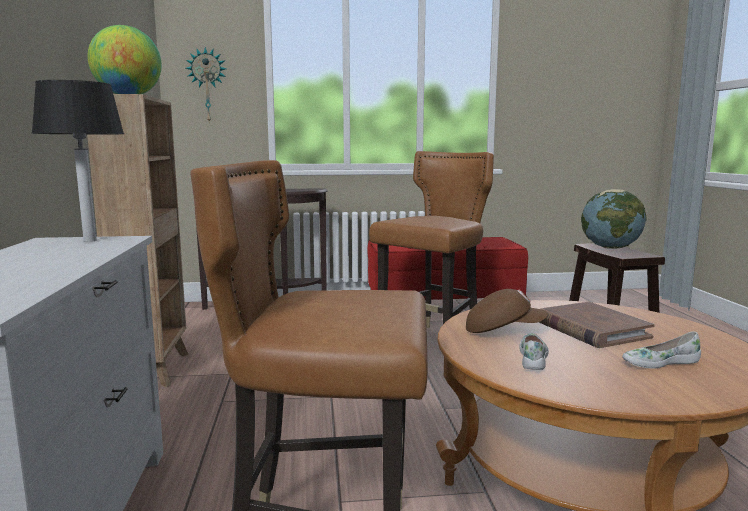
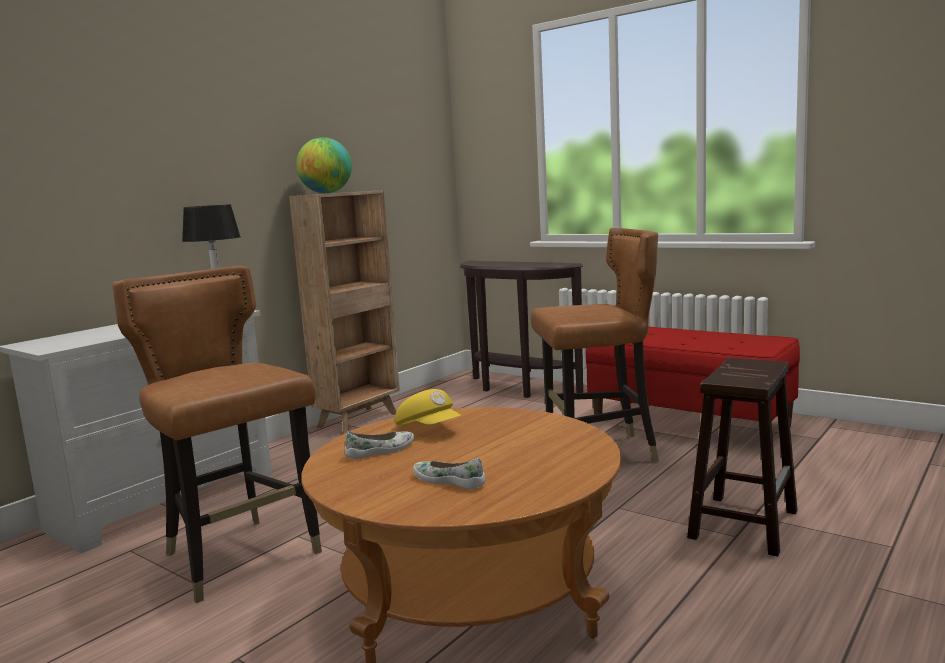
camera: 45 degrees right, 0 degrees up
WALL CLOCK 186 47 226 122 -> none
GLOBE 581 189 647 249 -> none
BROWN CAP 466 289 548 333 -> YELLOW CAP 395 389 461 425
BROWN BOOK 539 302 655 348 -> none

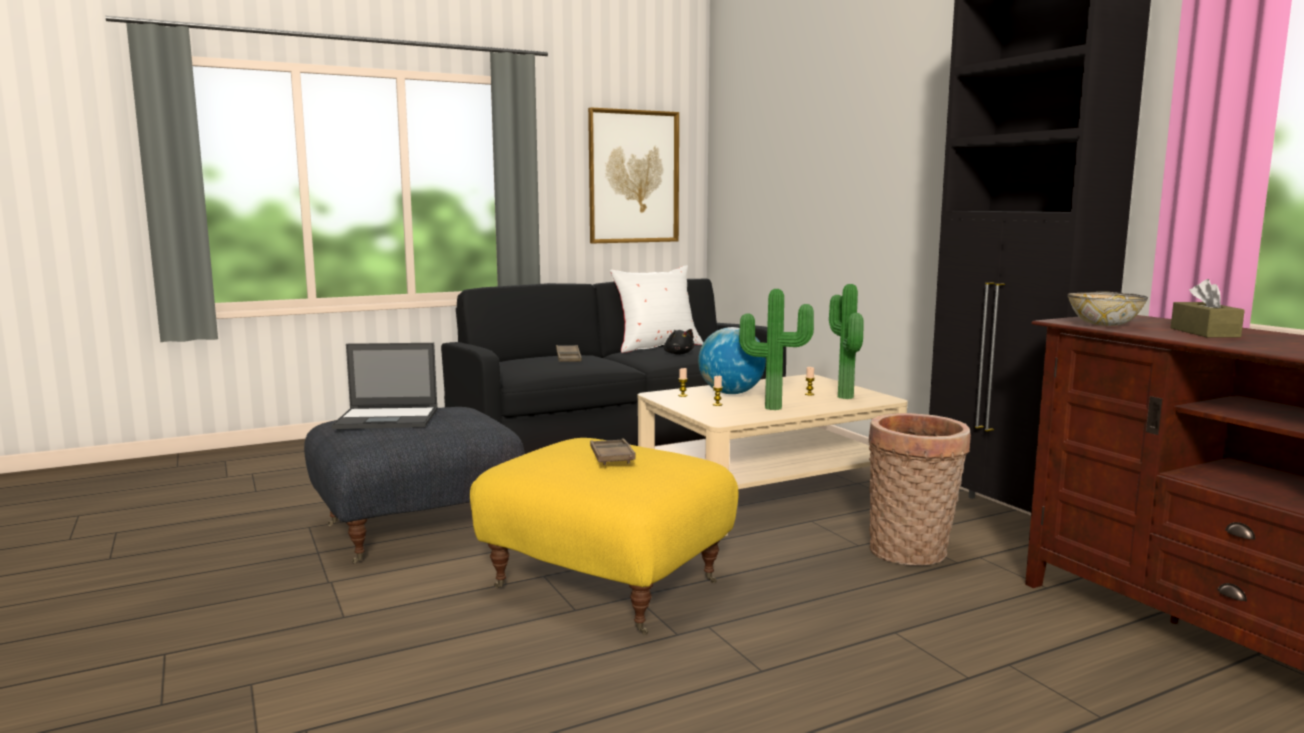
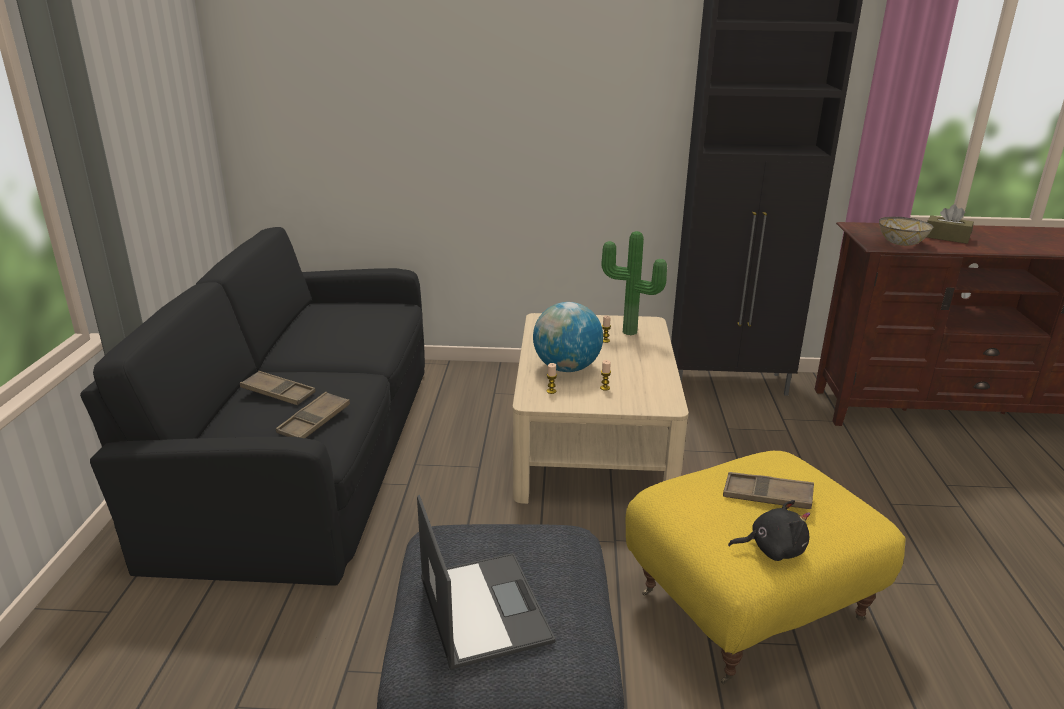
camera: 60 degrees left, 15 degrees up
PICTURE 588 107 679 243 -> none
WHITE PILLOW 610 265 703 353 -> none
POTTED PLANT 739 289 814 410 -> none
BLACK PLUSH TOY 664 329 694 355 -> BLACK PLUSH TOY 728 500 810 561, moved
LAPTOP 332 343 438 429 -> LAPTOP 417 495 555 670, 45 degrees counterclockwise
BASKET 869 413 971 566 -> none
none -> BROWN TRAY 276 392 350 438

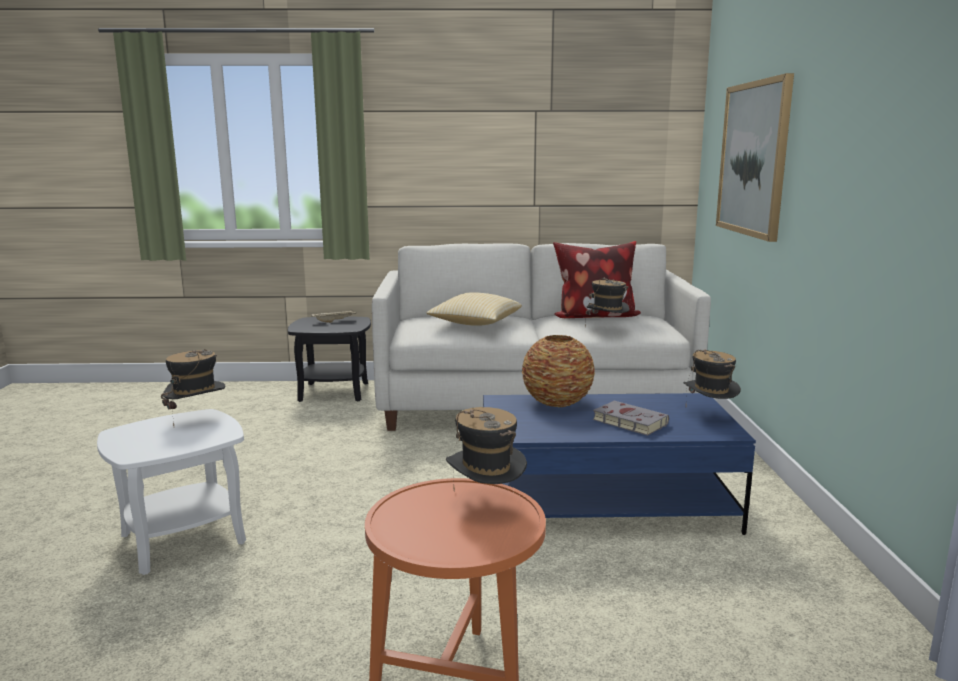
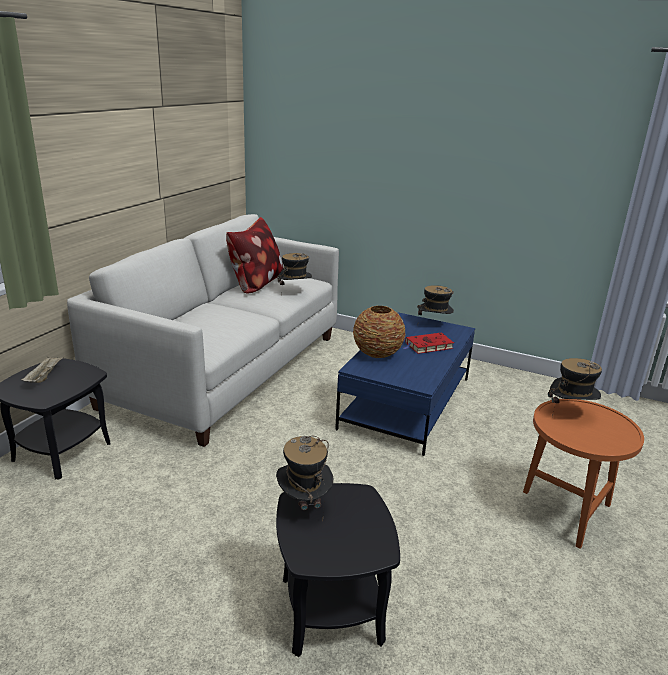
camera: 65 degrees left, 10 degrees up
PICTURE 716 73 794 242 -> none
PILLOW 427 292 522 326 -> none
GREY BOOK 593 401 669 436 -> RED BOOK 404 333 454 354
WHITE SIDE TABLE 97 409 246 575 -> BLACK SIDE TABLE 276 483 400 657

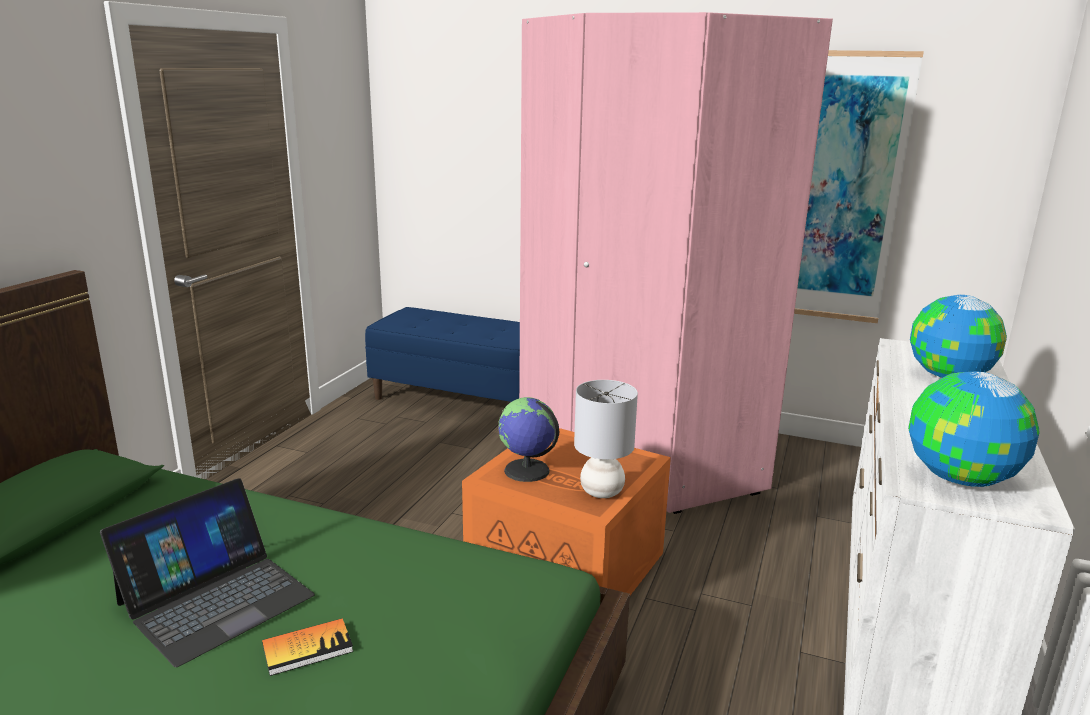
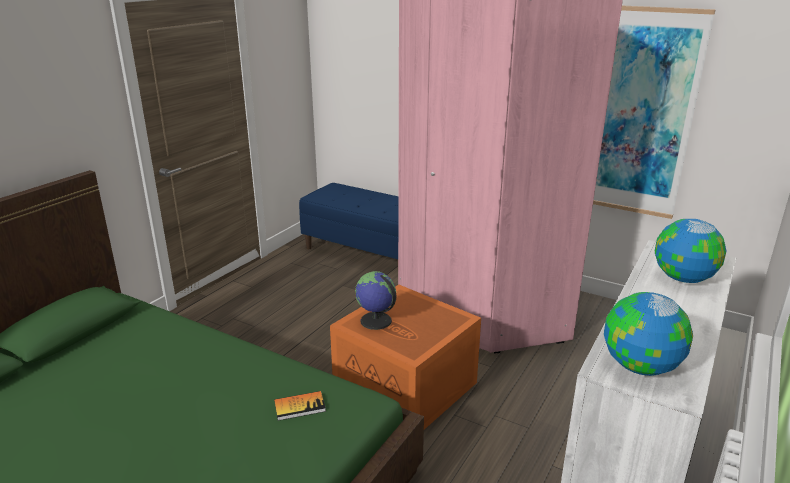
camera: 10 degrees right, 5 degrees up
GREY TABLE LAMP 574 380 638 498 -> none
LAPTOP 100 478 315 667 -> none
BOOK 262 618 353 676 -> BOOK 274 391 326 421, moved

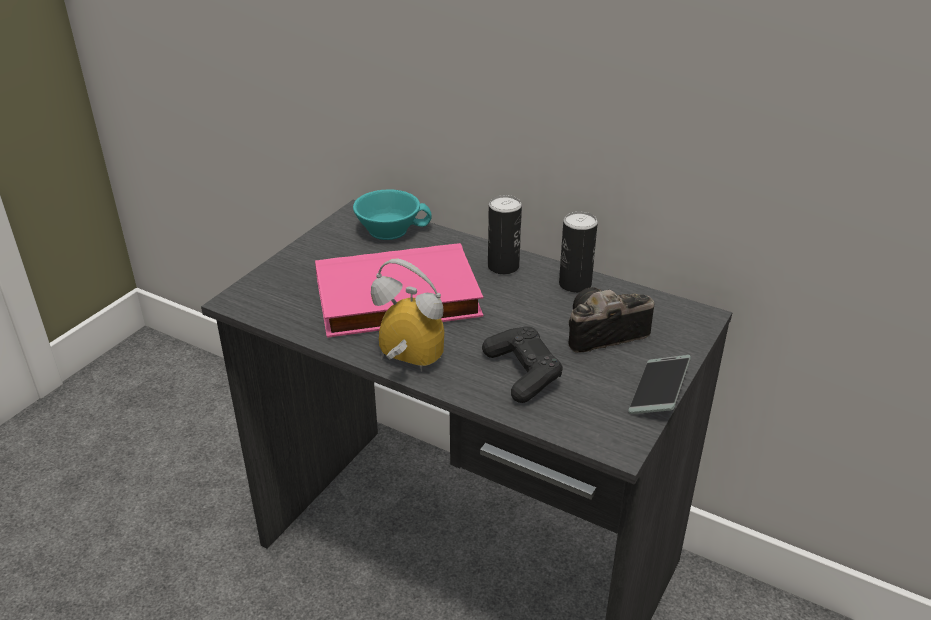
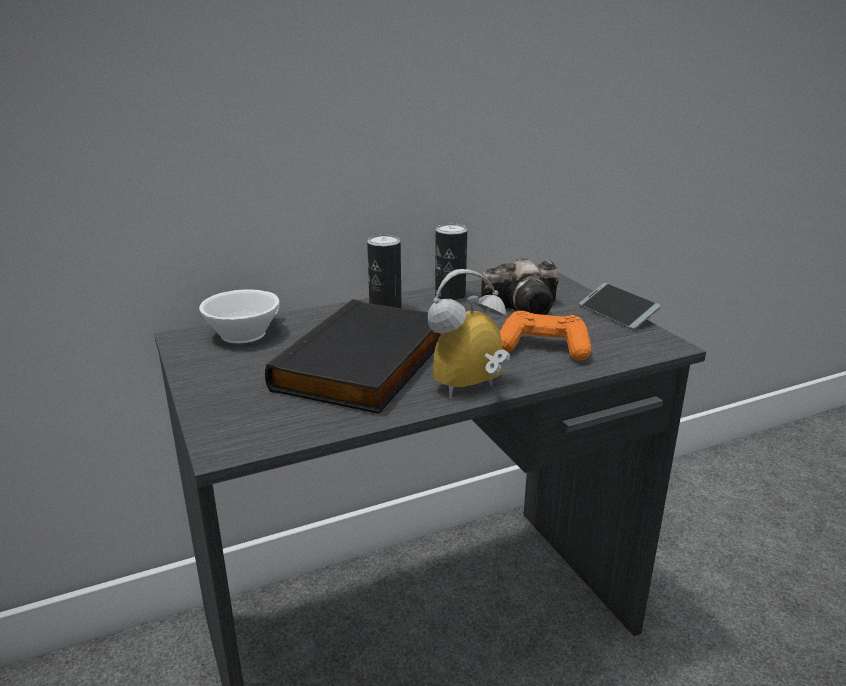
camera: 55 degrees left, 10 degrees down
TURQUOISE CUP 353 189 432 240 -> WHITE CUP 199 289 280 344
PINK BOOK 315 243 483 338 -> BLACK BOOK 265 299 441 414
PHOTO CAMERA 569 287 654 353 -> PHOTO CAMERA 481 258 559 315, 120 degrees counterclockwise
BLACK GAME CONTROLLER 482 326 563 403 -> ORANGE GAME CONTROLLER 500 311 591 361

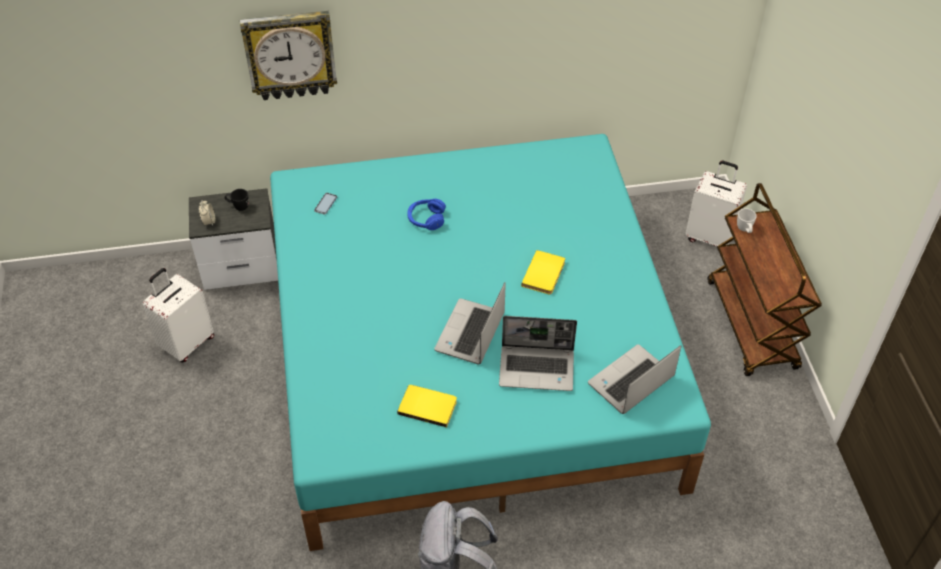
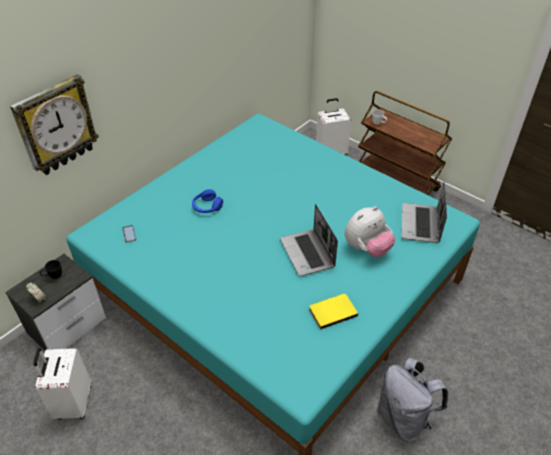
camera: 40 degrees left, 5 degrees down
YELLOW BOOK 521 250 565 295 -> none
LAPTOP 499 316 577 391 -> PLUSH TOY 345 206 395 257

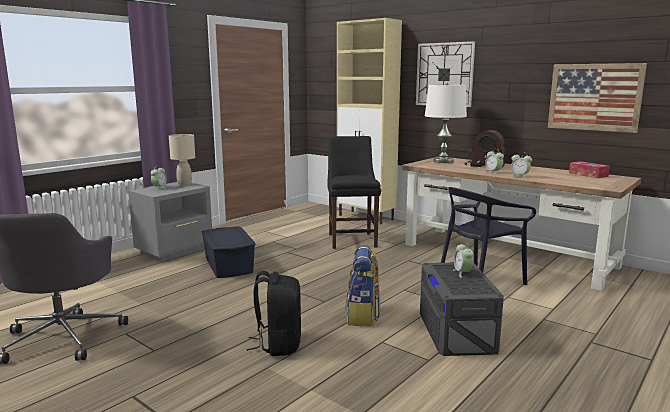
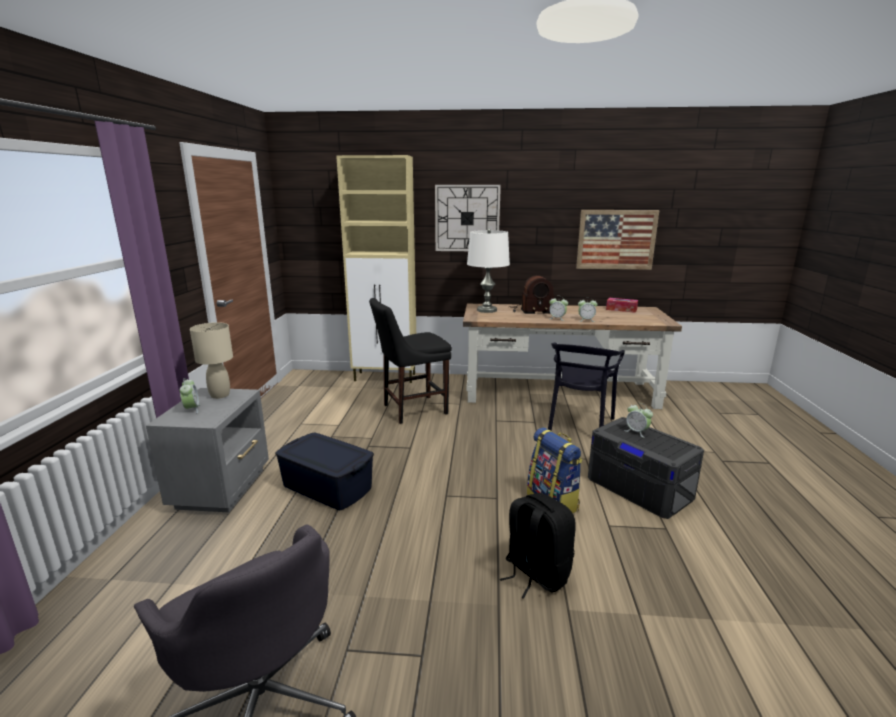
camera: 35 degrees left, 5 degrees up
BLACK CHAIR 327 136 381 249 -> BLACK CHAIR 369 298 452 424, 75 degrees counterclockwise

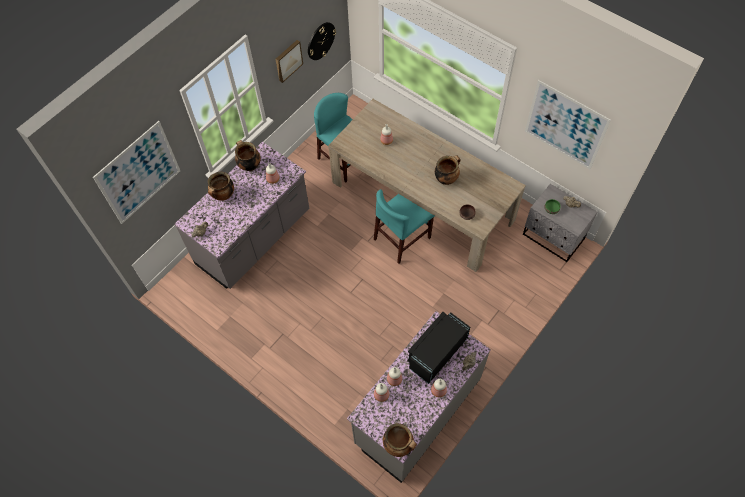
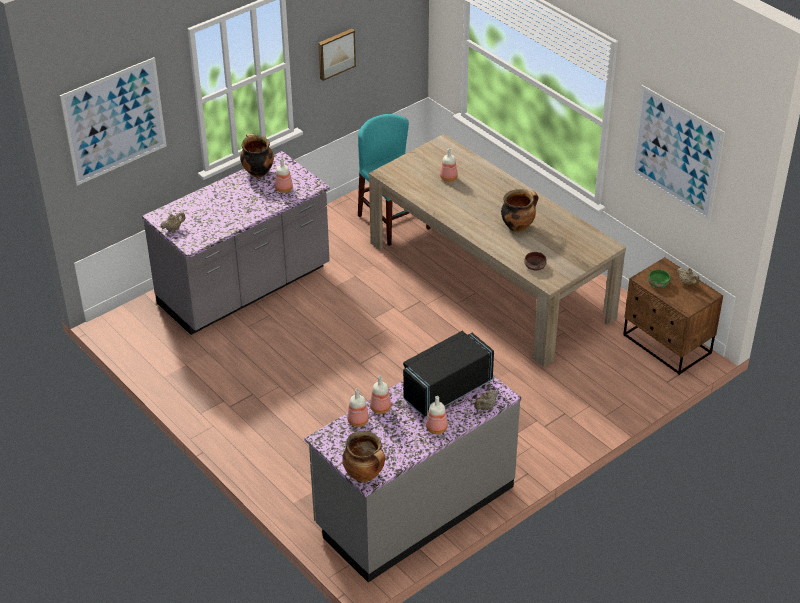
camera: 10 degrees right, 20 degrees down
WALL CLOCK 308 22 336 60 -> none
COOKING POT 208 172 234 201 -> none
GREY NIGHTSTAND 523 184 597 262 -> BROWN NIGHTSTAND 623 257 723 375
TURQUOISE CHAIR 374 190 434 264 -> none

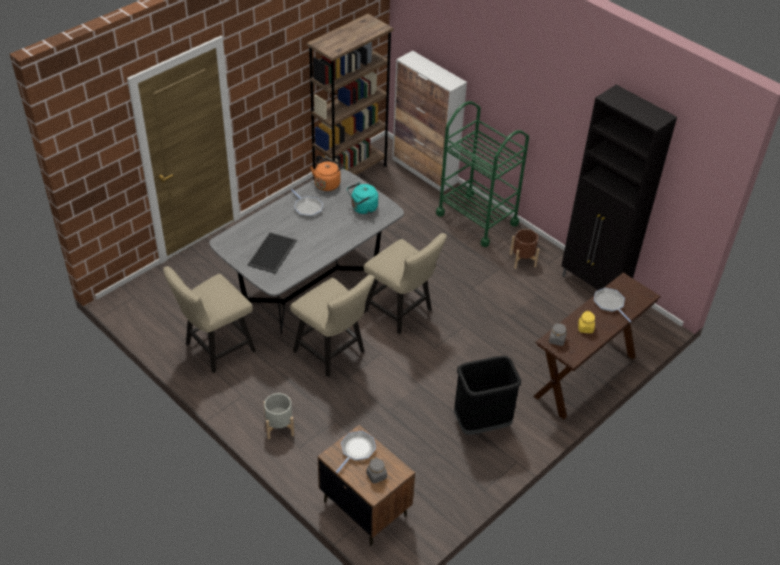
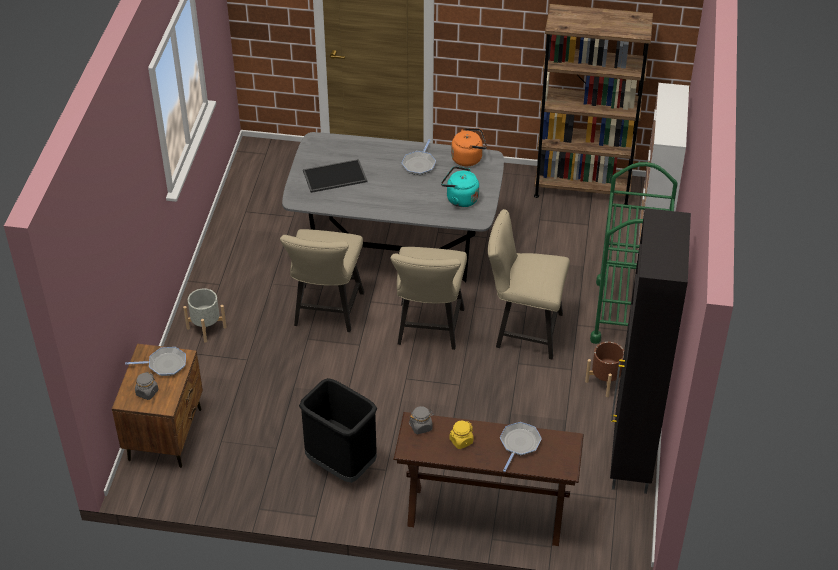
camera: 55 degrees right, 0 degrees up
BEIGE CHAIR 163 266 256 373 -> BEIGE CHAIR 488 209 570 360, moved

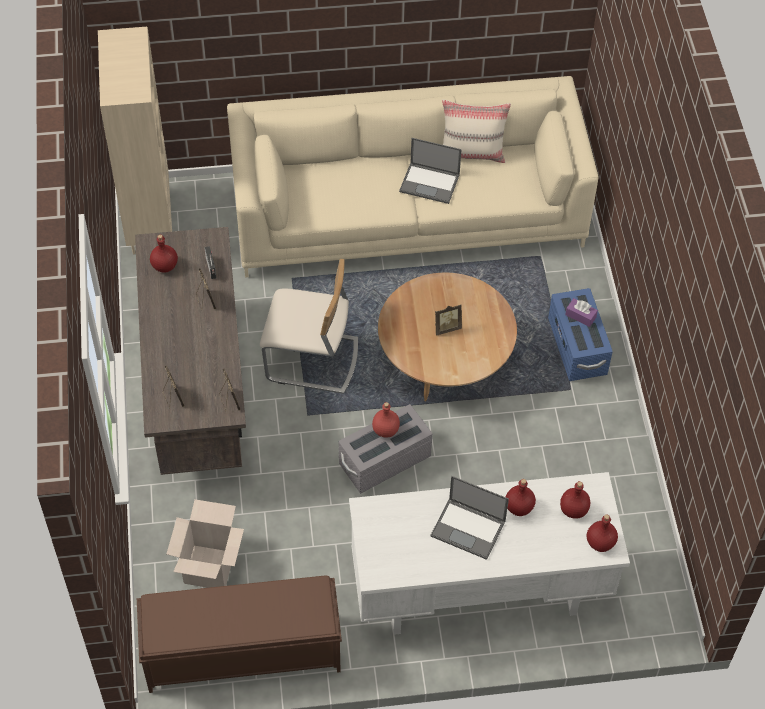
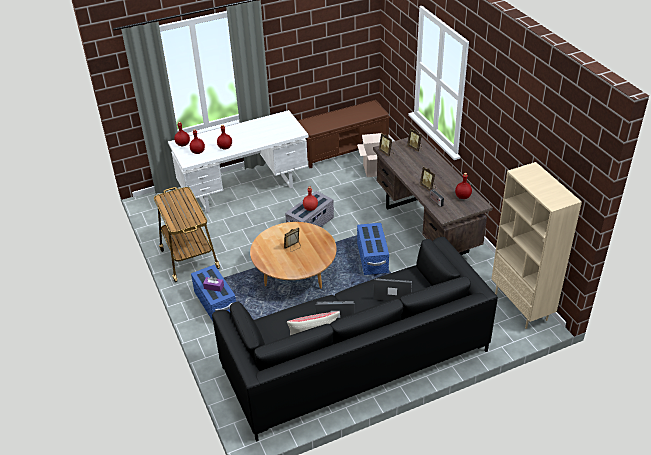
camera: 165 degrees right, 15 degrees down
BEIGE SOFA 227 76 599 278 -> BLACK SOFA 212 237 498 442
BEIGE CHAIR 260 259 358 394 -> BLUE STORAGE BOX 357 223 389 275
LAPTOP 430 476 509 560 -> LAPTOP 374 279 412 301, moved
none -> CART 154 187 220 282

